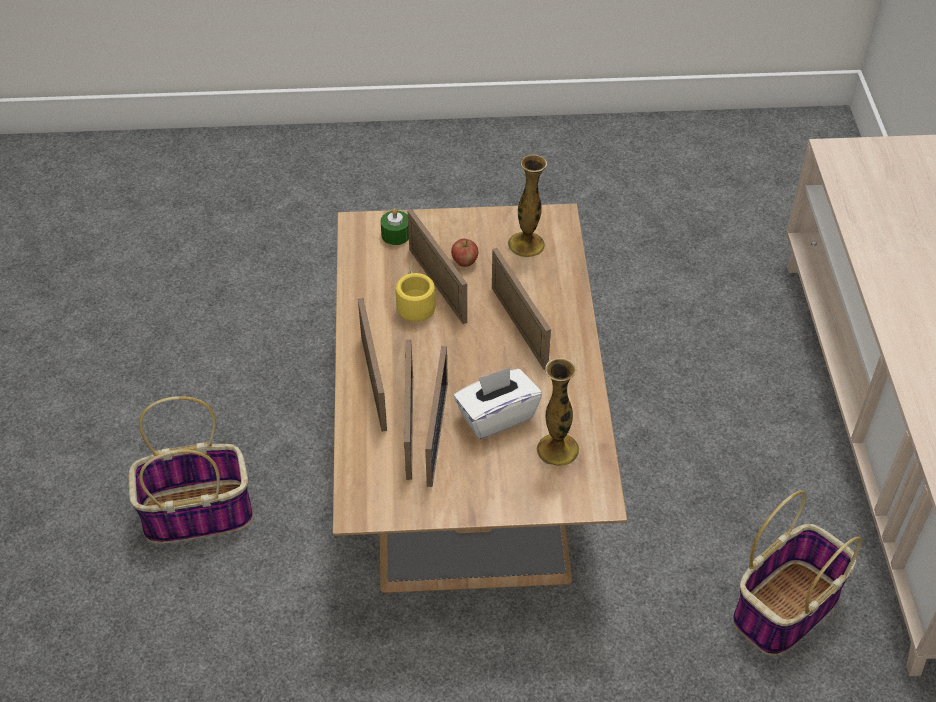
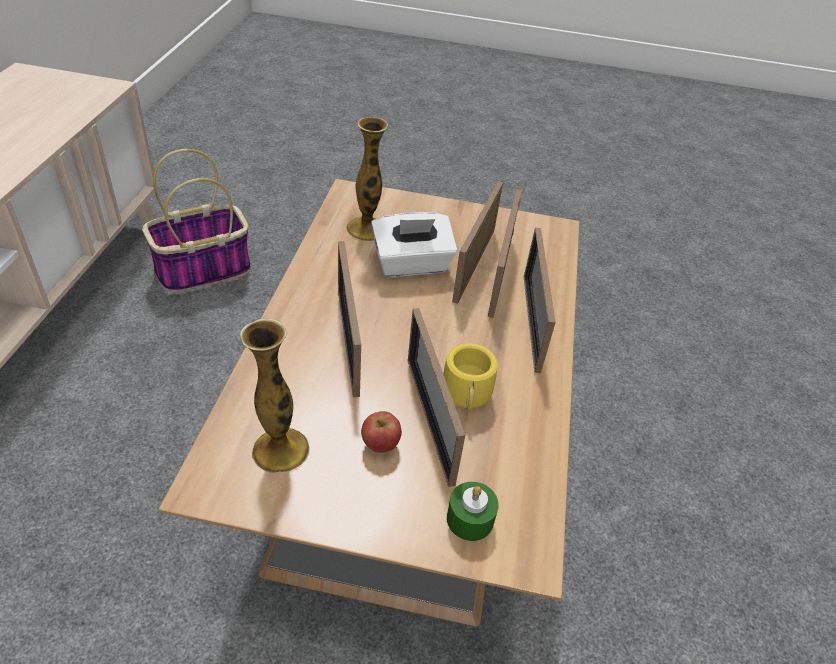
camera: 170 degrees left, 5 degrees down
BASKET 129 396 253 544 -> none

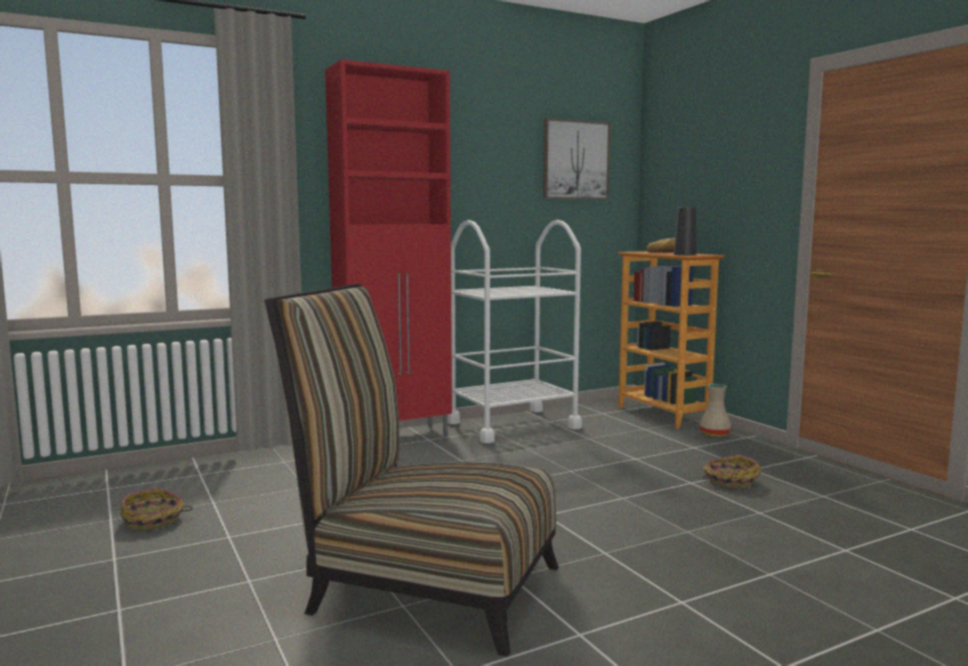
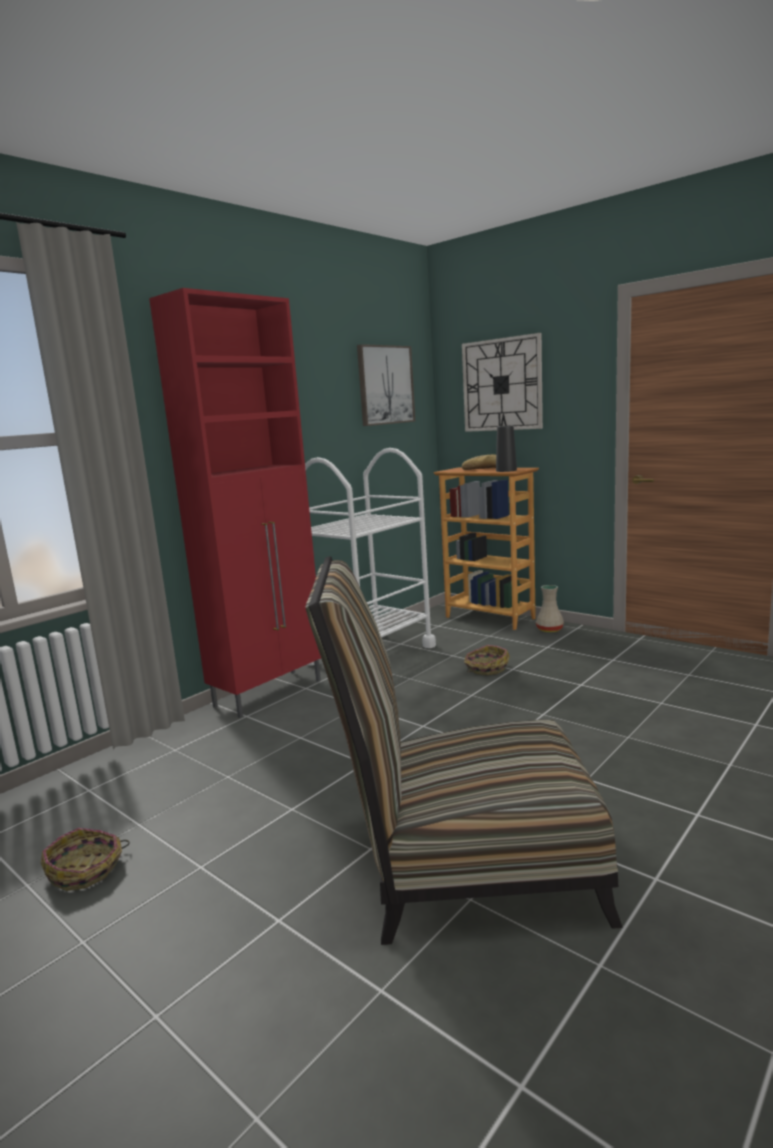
camera: 20 degrees left, 5 degrees up
BASKET 703 455 761 489 -> BASKET 464 645 510 675, moved
none -> WALL CLOCK 462 333 543 432

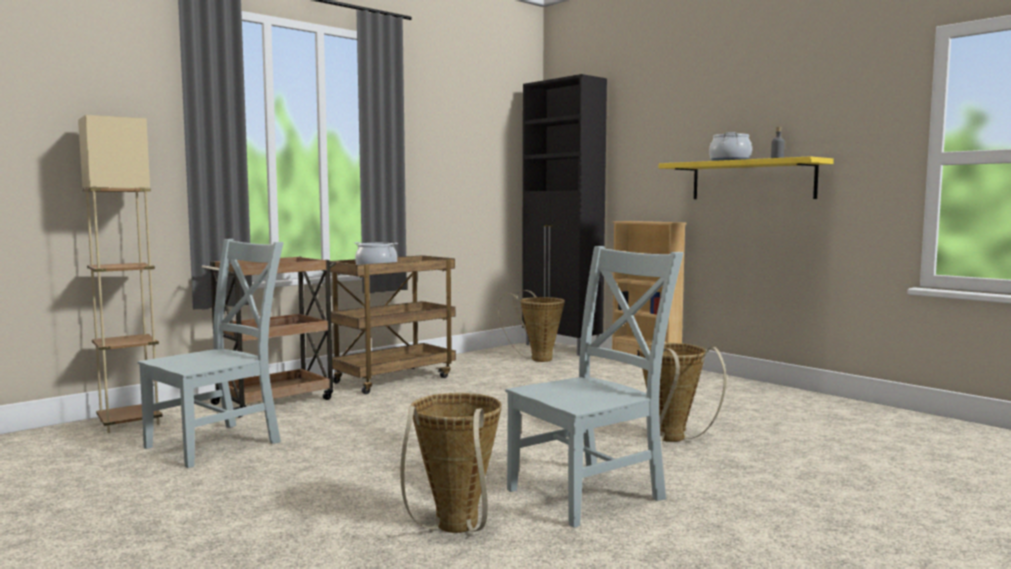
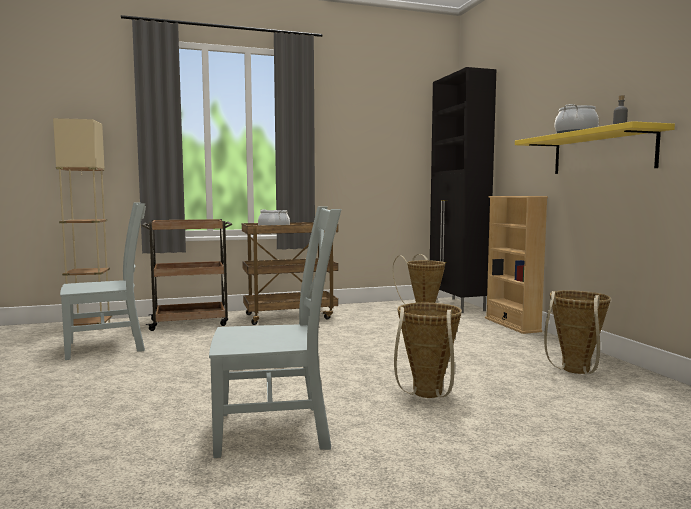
camera: 25 degrees right, 0 degrees up
BASKET 400 393 502 533 -> BASKET 544 290 611 374, moved

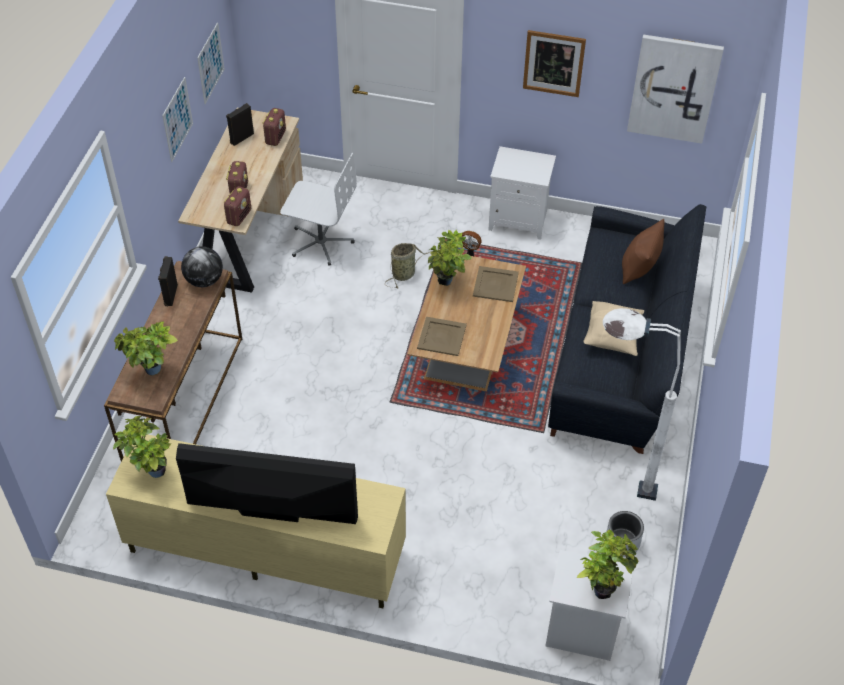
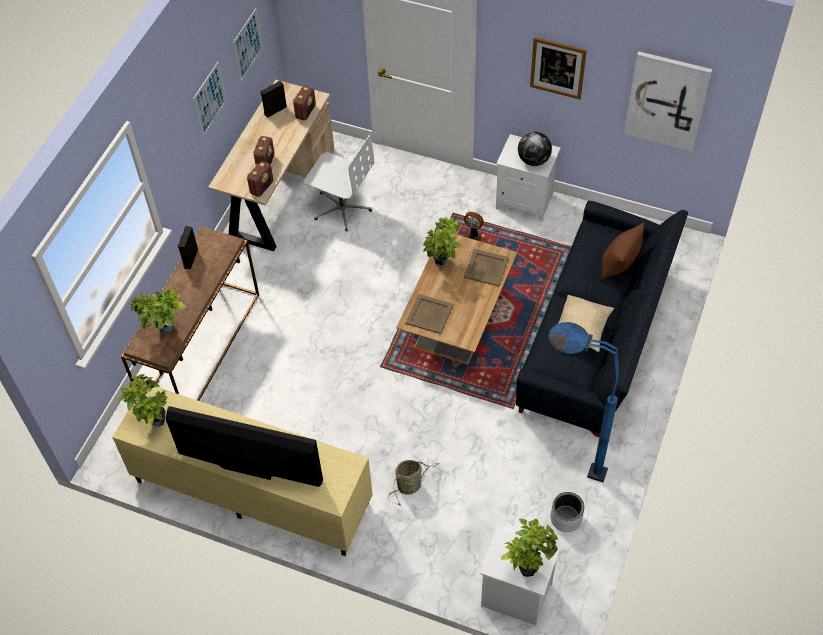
camera: 10 degrees right, 5 degrees up
BASKET 385 243 430 288 -> BASKET 388 460 440 506, moved
GLOBE 181 246 223 287 -> GLOBE 518 132 552 166, moved
WHITE FLOOR LAMP 603 308 681 501 -> BLUE FLOOR LAMP 548 322 619 482

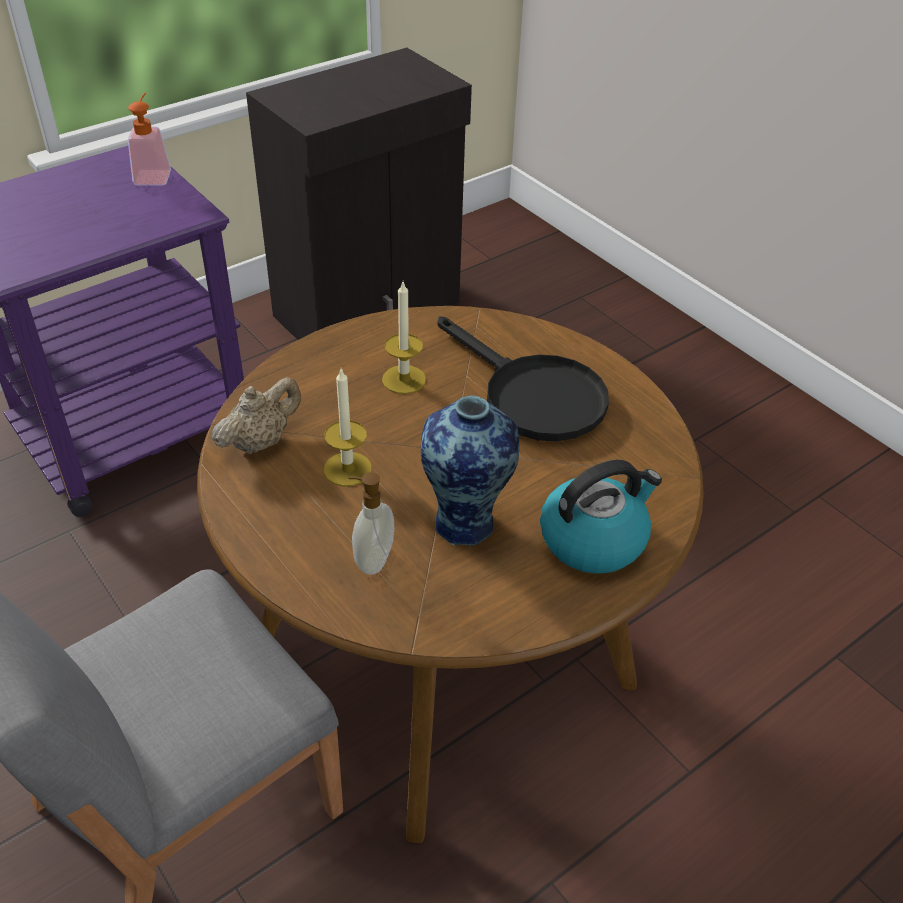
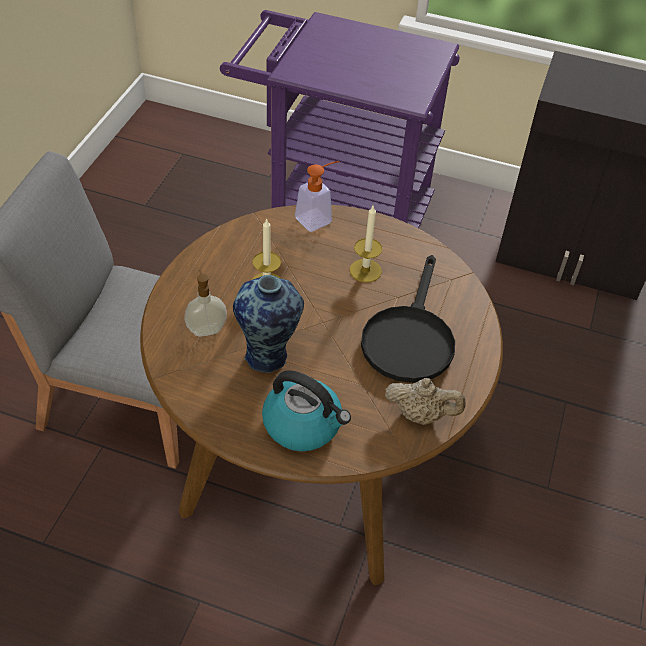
camera: 55 degrees right, 5 degrees up
SOAP DISPENSER 128 93 171 186 -> SOAP DISPENSER 295 161 339 232, moved
BEIGE TEAPOT 212 377 301 454 -> BEIGE TEAPOT 385 378 466 425, moved

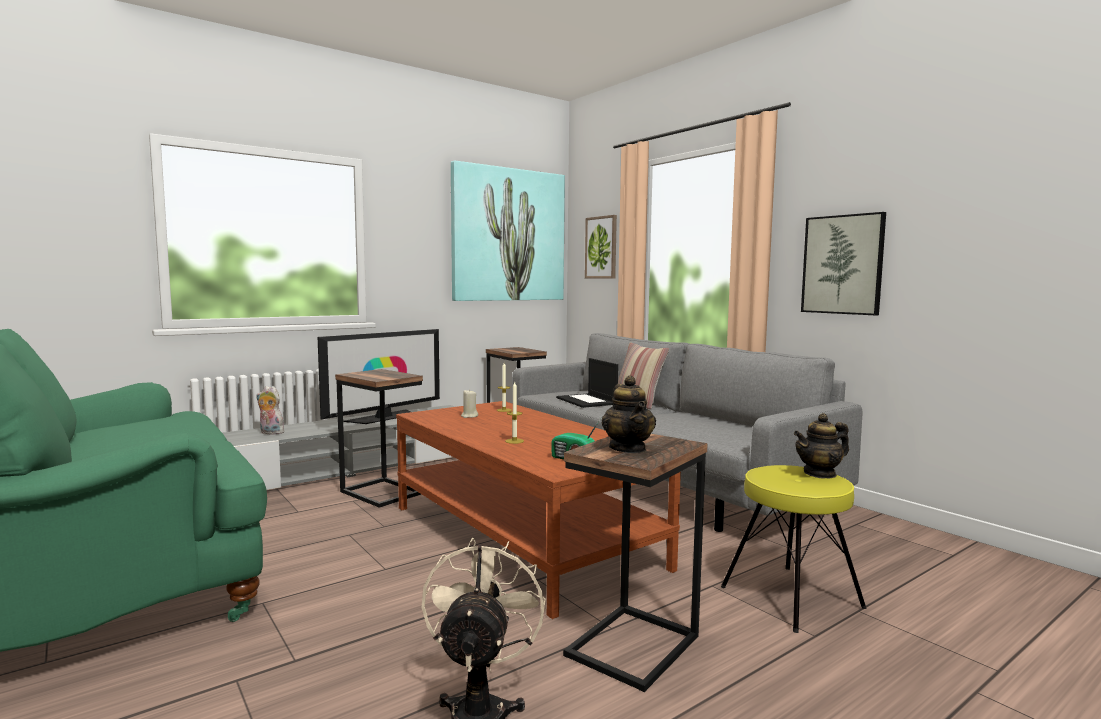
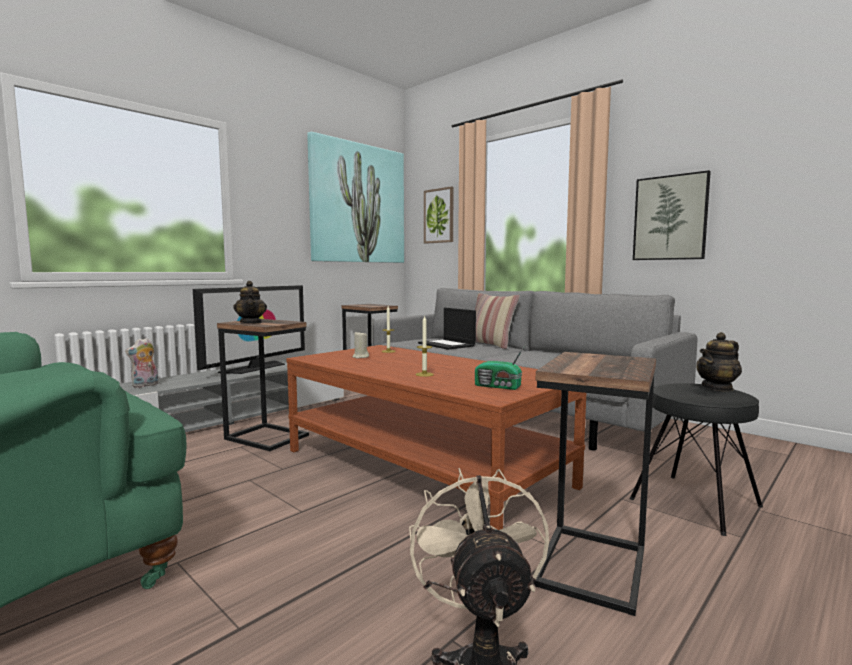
camera: 10 degrees left, 0 degrees up
TEAPOT 601 375 656 453 -> TEAPOT 233 281 267 323, moved
PLUSH TOY 256 386 284 435 -> PLUSH TOY 125 338 159 388, 60 degrees counterclockwise
YELLOW STOOL 721 465 867 633 -> BLACK STOOL 630 383 763 536

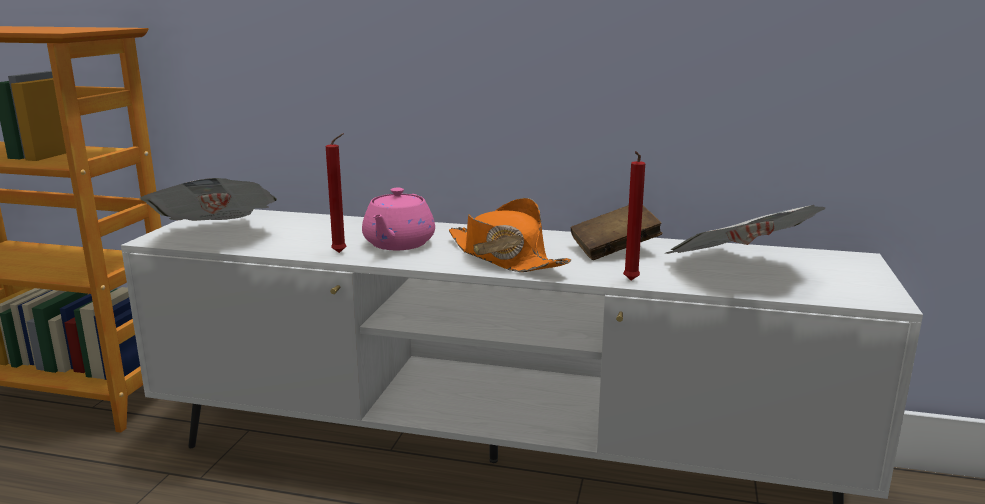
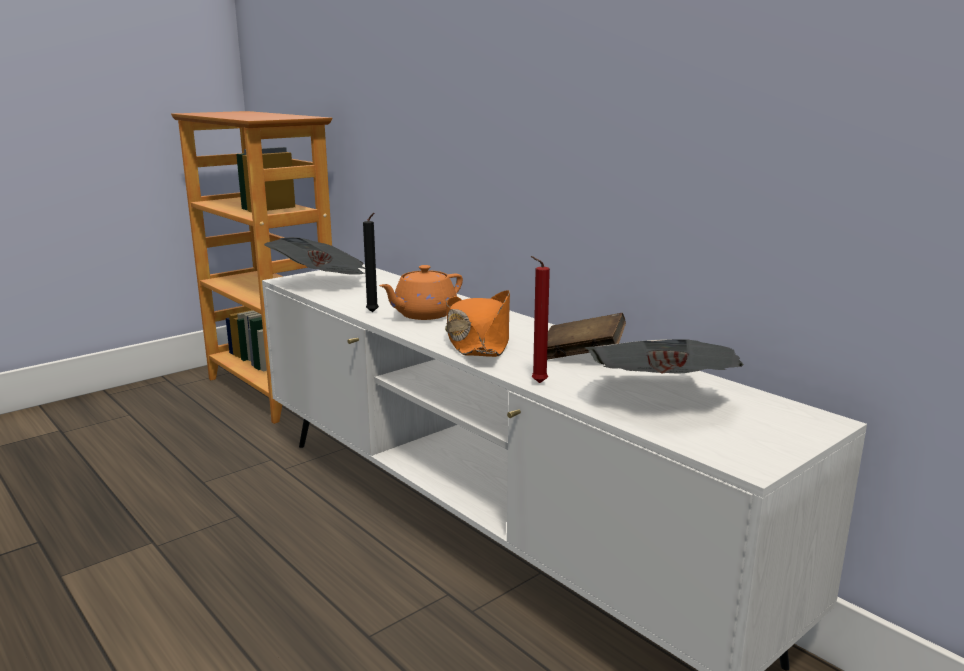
camera: 35 degrees right, 0 degrees up
RED CANDLE 326 133 346 253 -> BLACK CANDLE 363 213 379 312
PINK TEAPOT 362 188 435 250 -> ORANGE TEAPOT 379 265 463 320

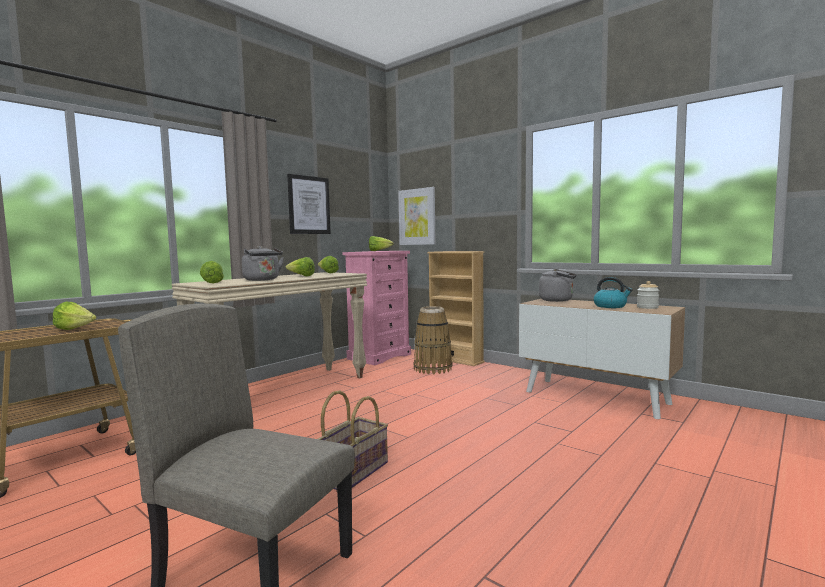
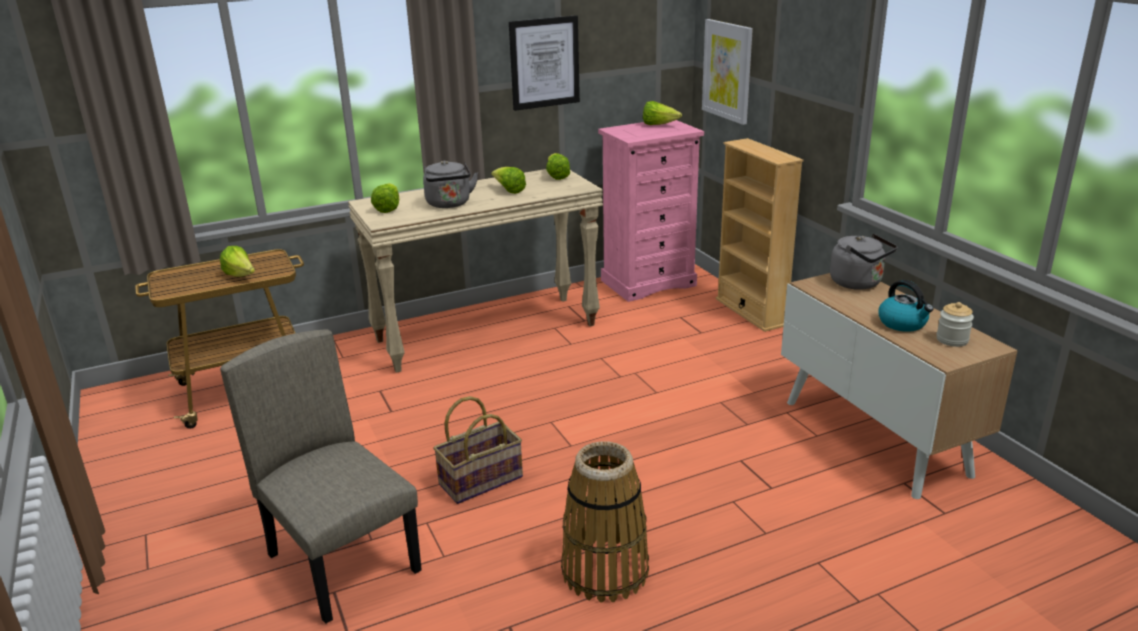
camera: 25 degrees right, 20 degrees up
BASKET 414 306 452 374 -> BASKET 561 441 649 603, moved

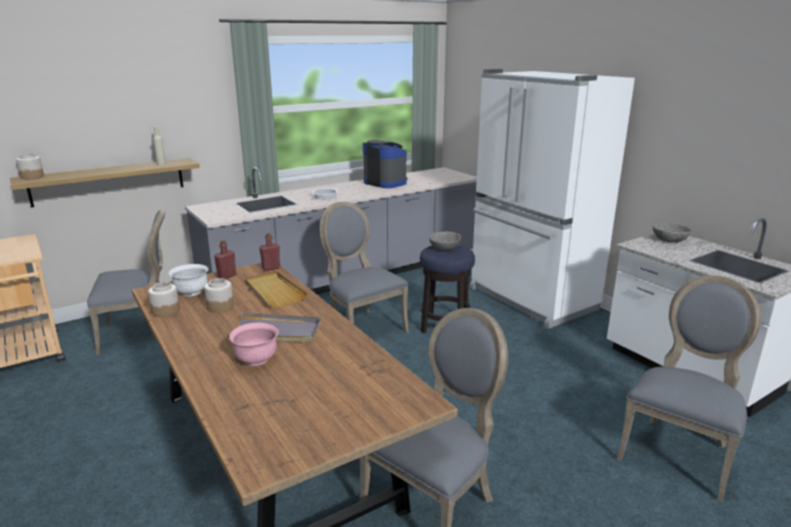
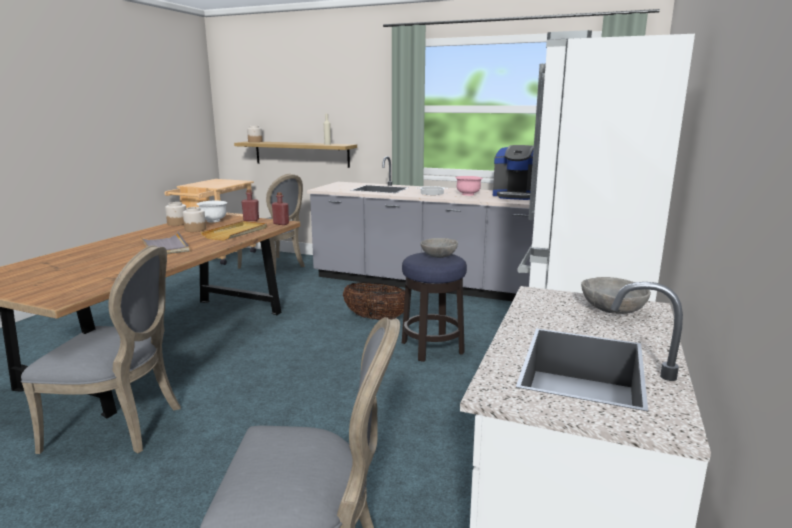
camera: 55 degrees right, 5 degrees down
COFFEE MACHINE 363 140 407 188 -> COFFEE MACHINE 493 145 536 200, 105 degrees clockwise
GREY CHAIR 320 202 409 333 -> BASKET 343 282 405 320
PINK BOWL 229 323 279 366 -> PINK BOWL 455 176 483 196, moved

